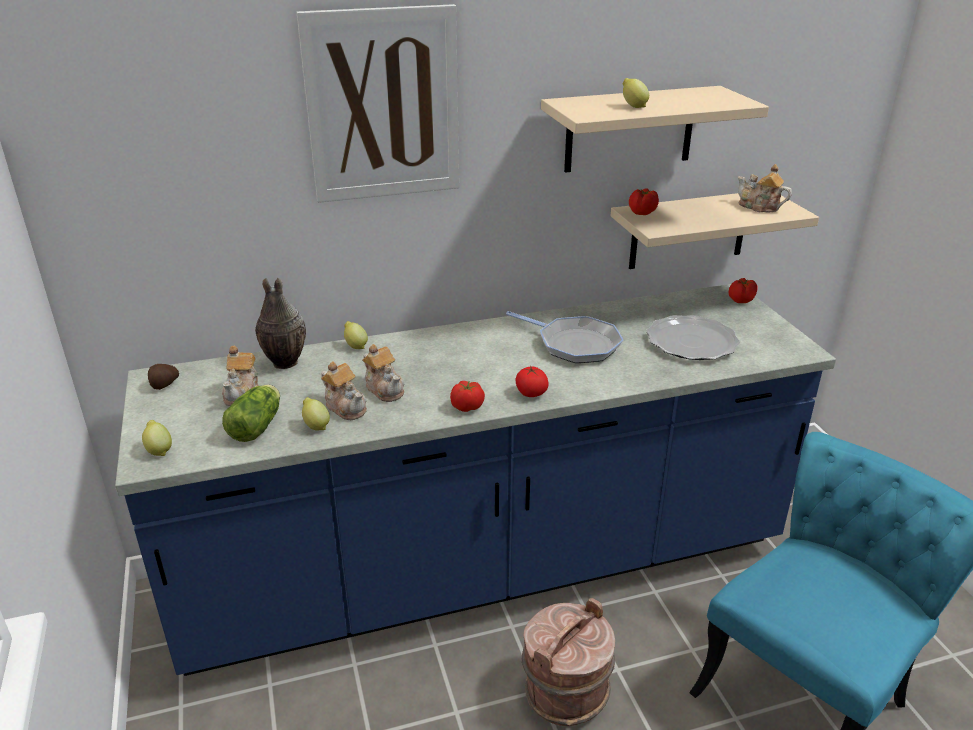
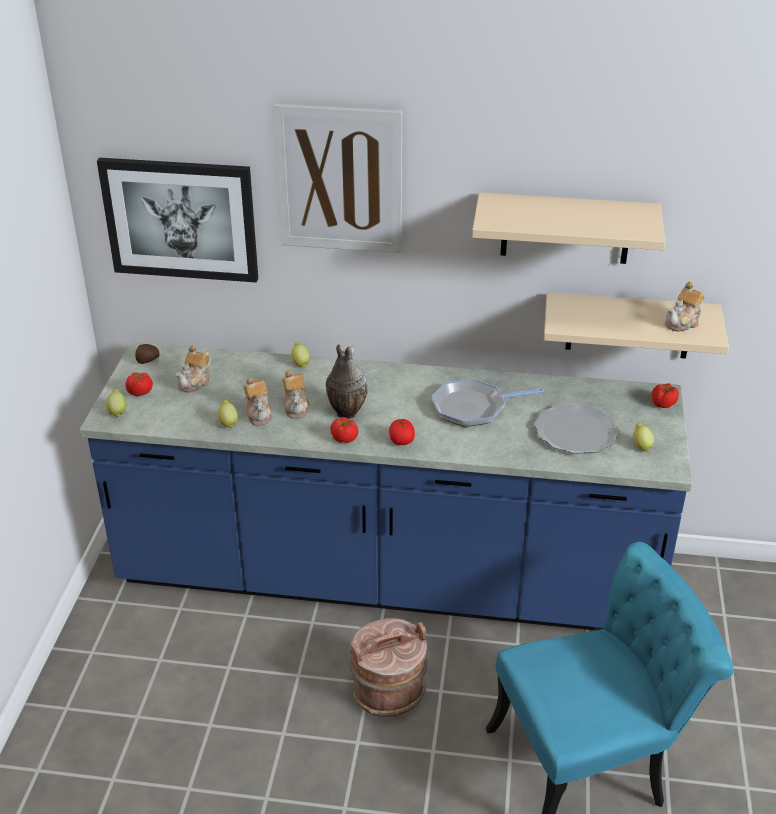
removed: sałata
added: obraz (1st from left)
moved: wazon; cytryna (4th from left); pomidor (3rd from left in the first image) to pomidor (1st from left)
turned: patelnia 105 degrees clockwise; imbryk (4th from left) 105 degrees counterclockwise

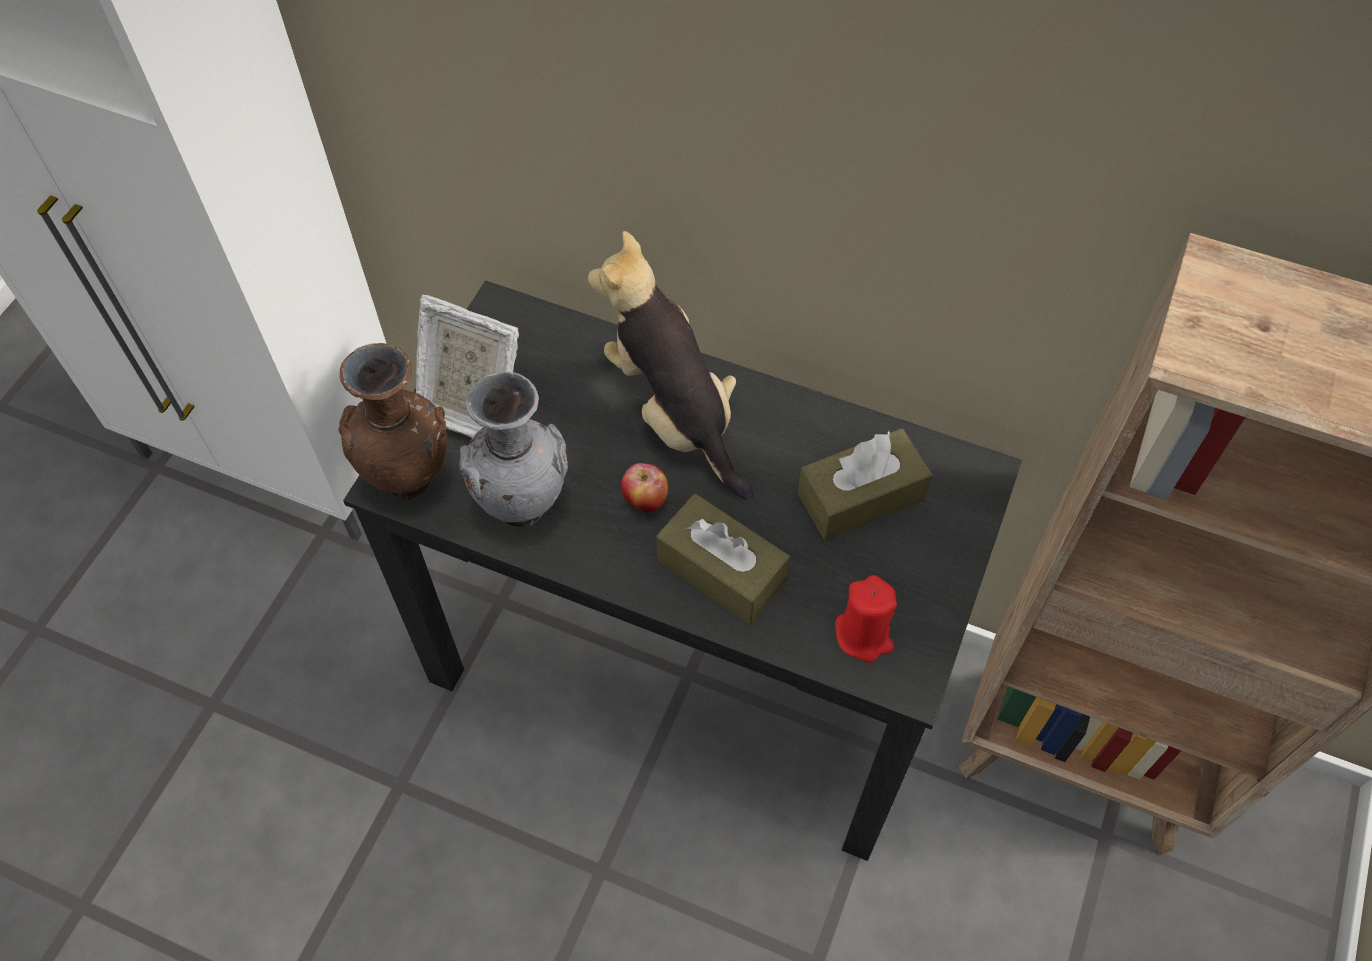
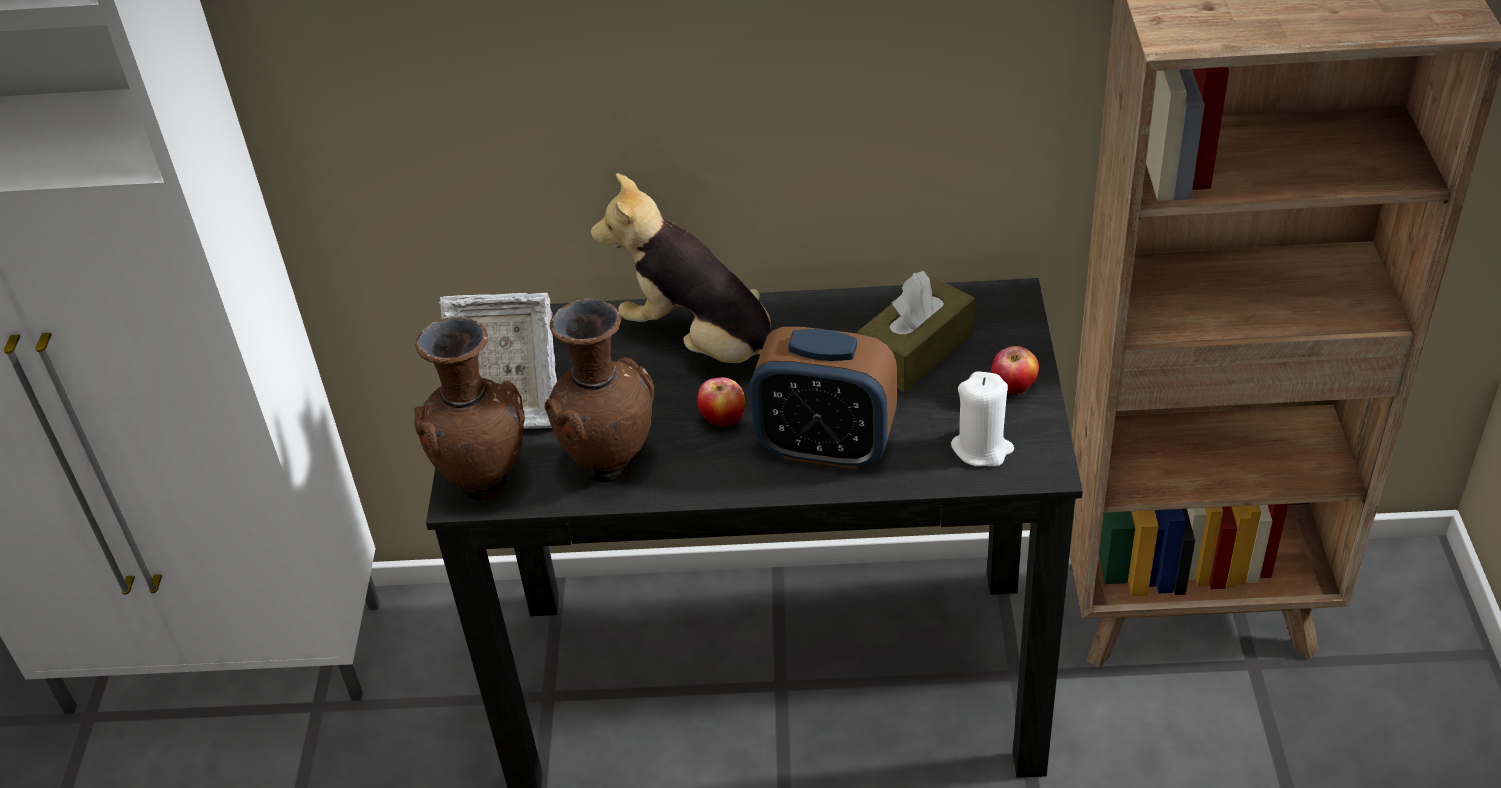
added: jabłko (2nd from left)
replaced: pudełko chusteczek/brązowy (1st from left) to budzik
recoloured: wazon/szary to wazon/brązowy (2nd from left); świeca/czerwony to świeca/biały

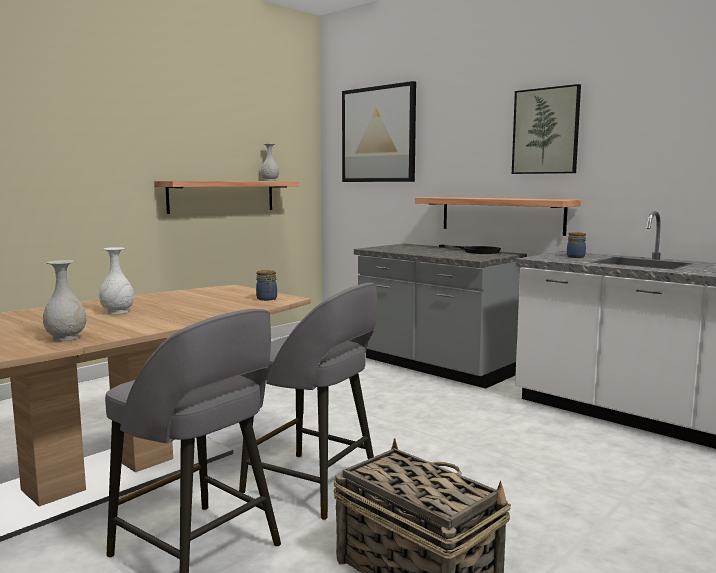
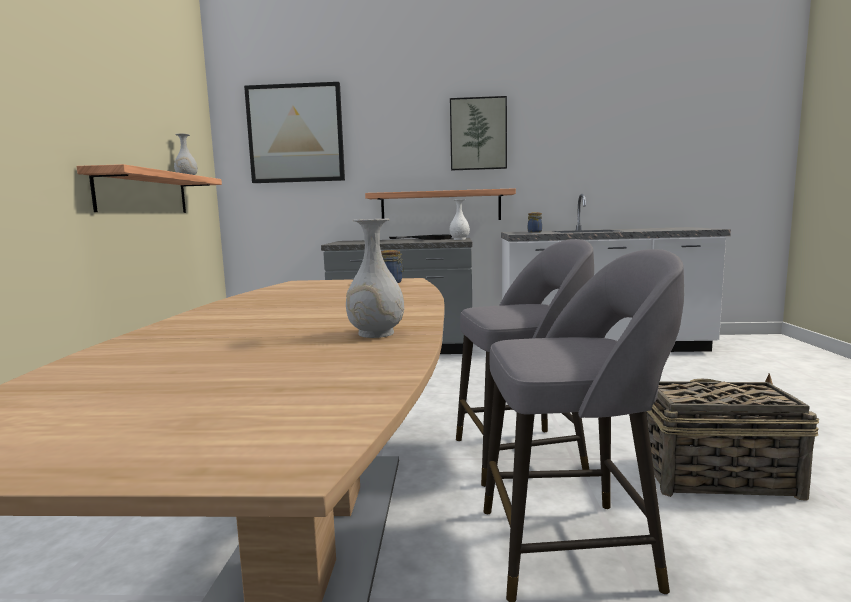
moved: wazon/biały (2nd from left in the first image) to wazon/biały (3rd from left)

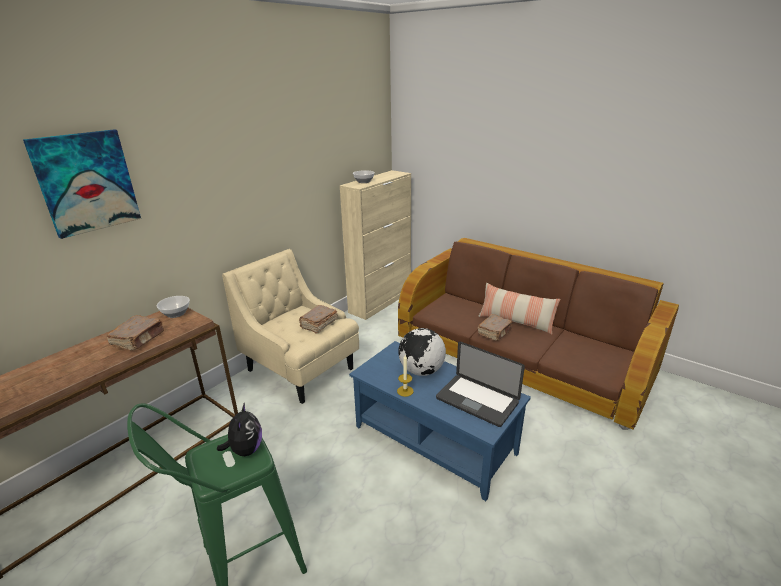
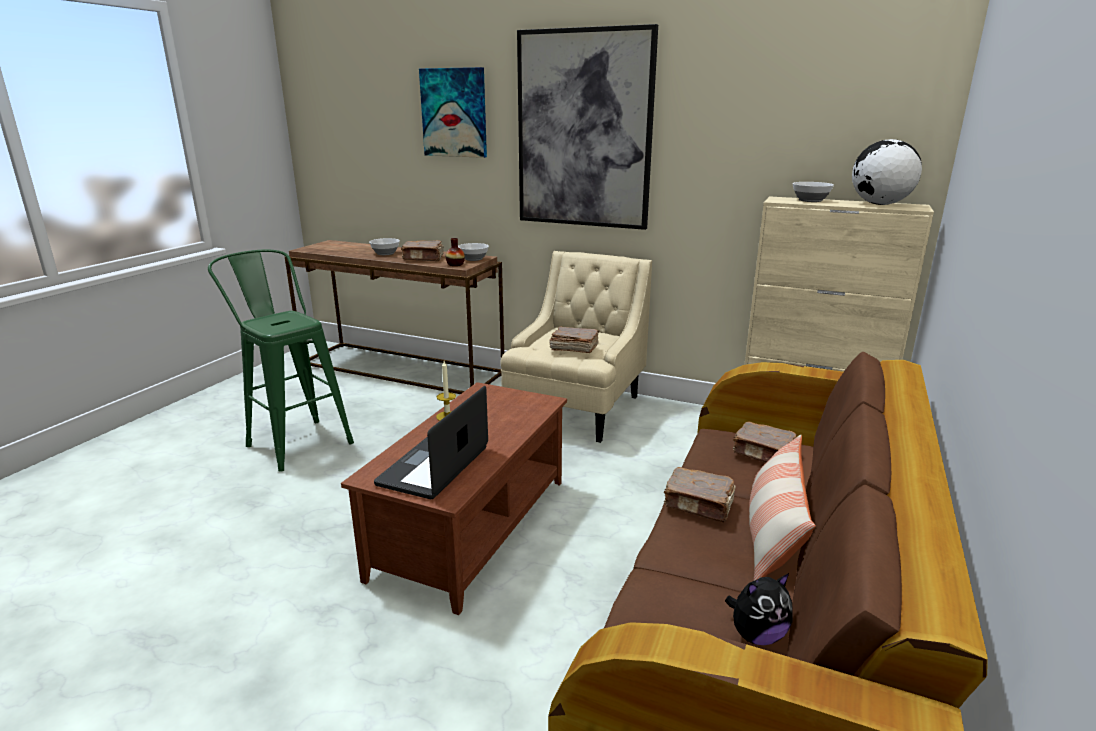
added: miska (1st from left); wazon; obraz (2nd from left); książka/brązowy (4th from left)
moved: pluszak; globus
recoloured: ława/niebieski to ława/brązowy

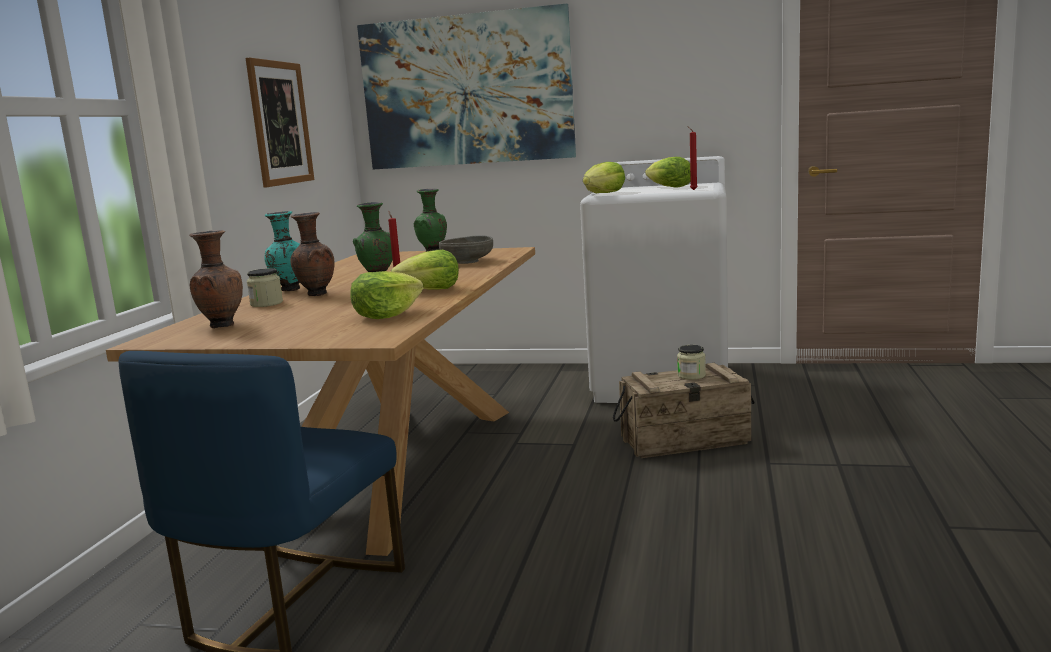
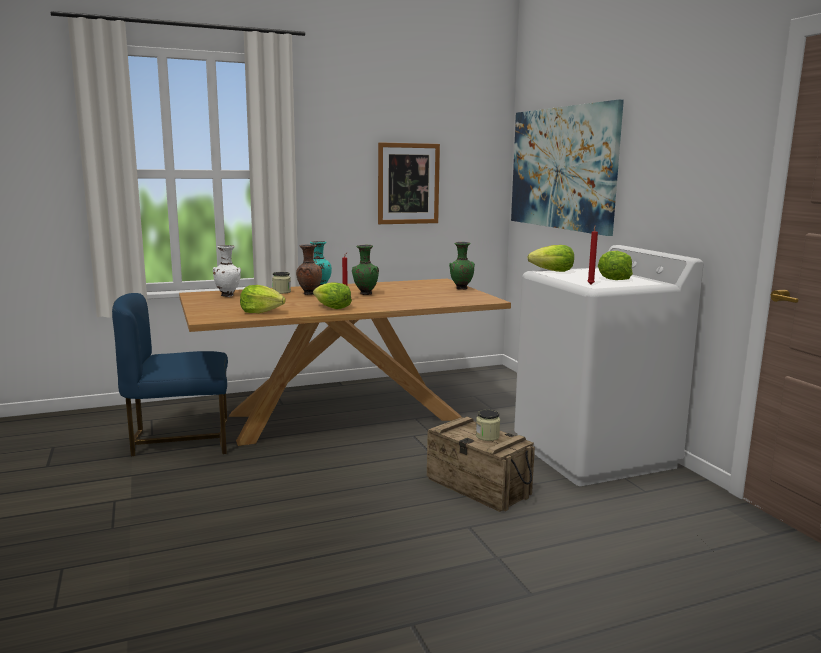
removed: miska/szary
recoloured: wazon/brązowy (1st from left) to wazon/biały

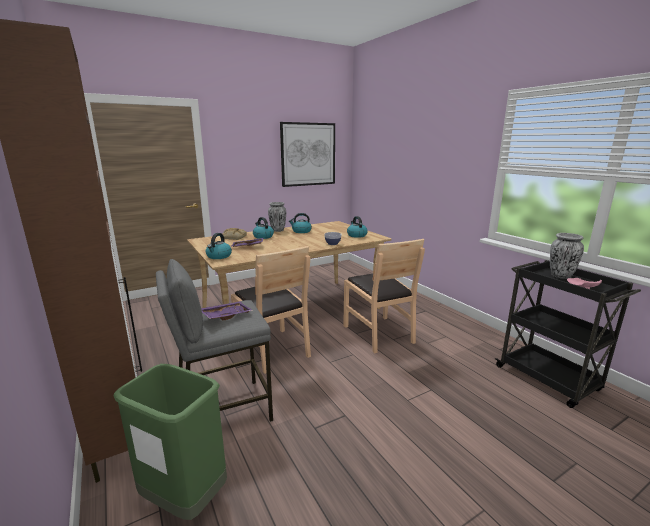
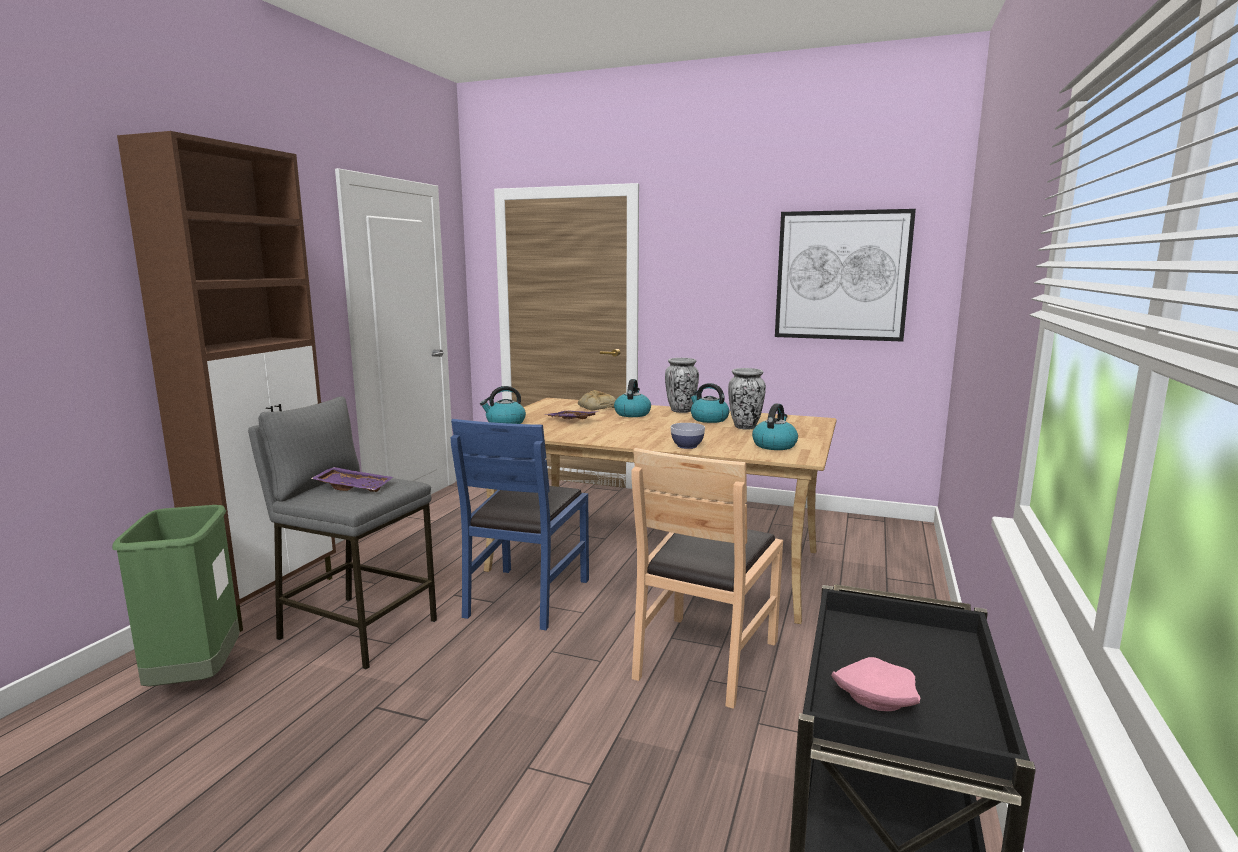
moved: wazon (2nd from left)
recoloured: krzesło/brązowy (1st from left) to krzesło/niebieski

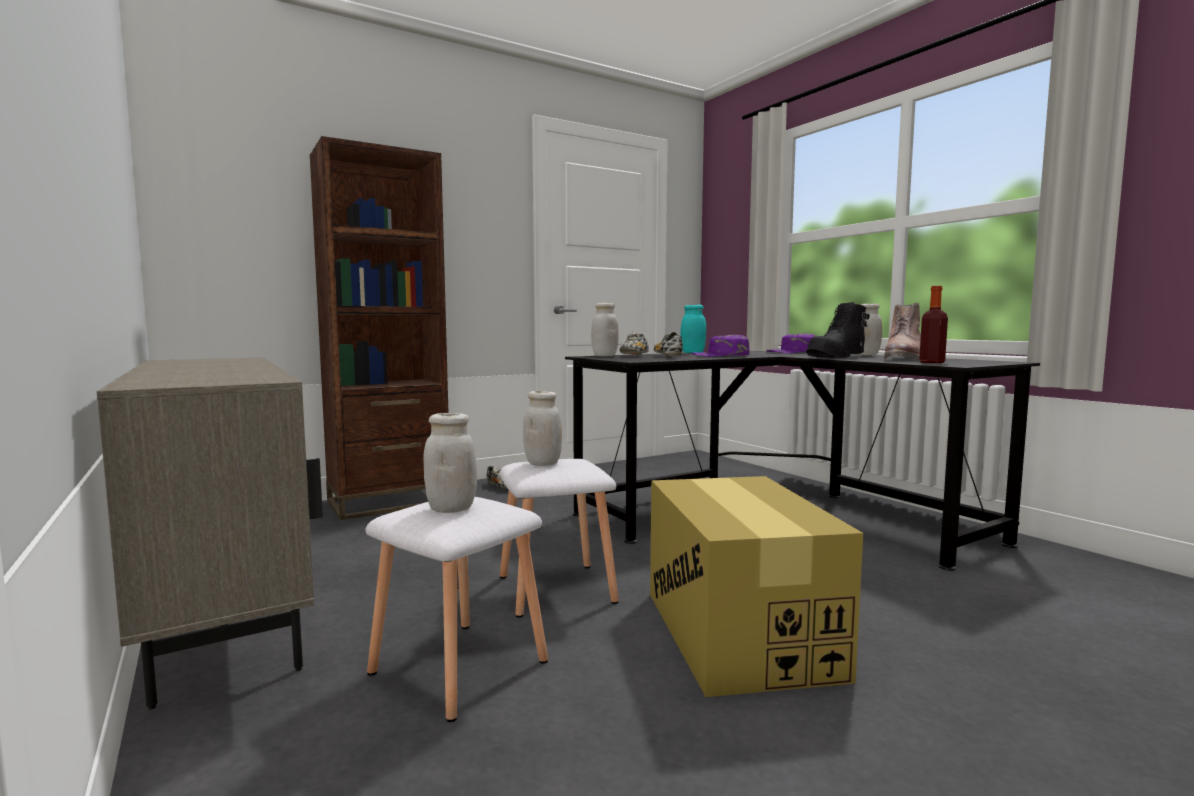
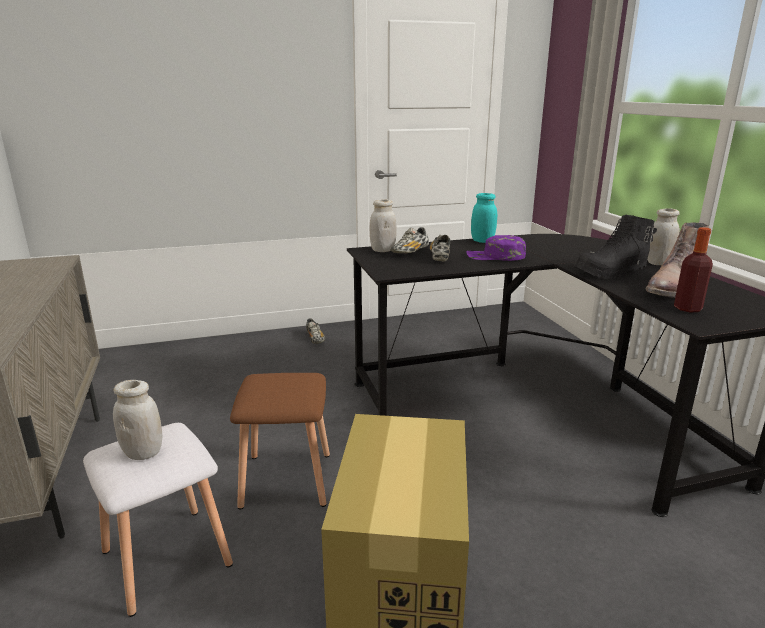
removed: regał/brązowy; słoik/biały (2nd from left); czapka z daszkiem/fioletowy (2nd from left)
recoloured: stołek/biały (2nd from left) to stołek/brązowy

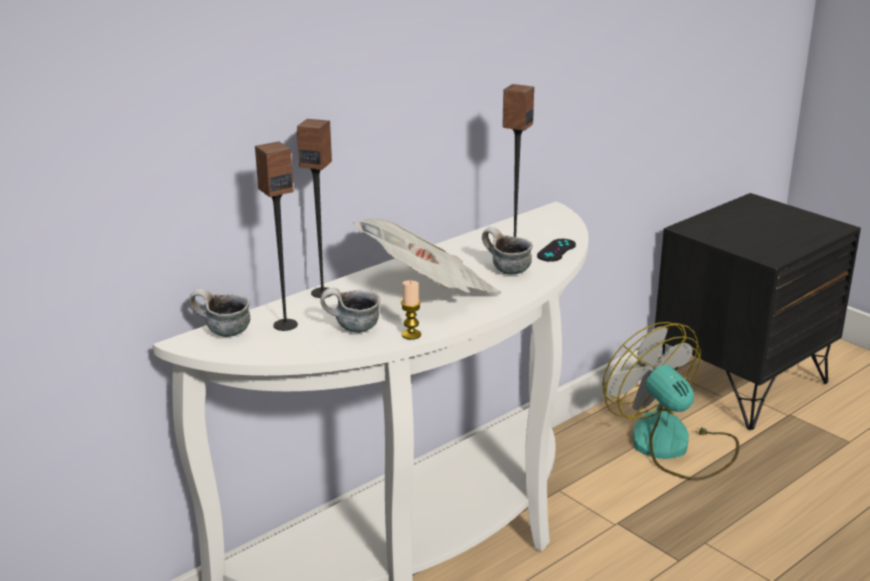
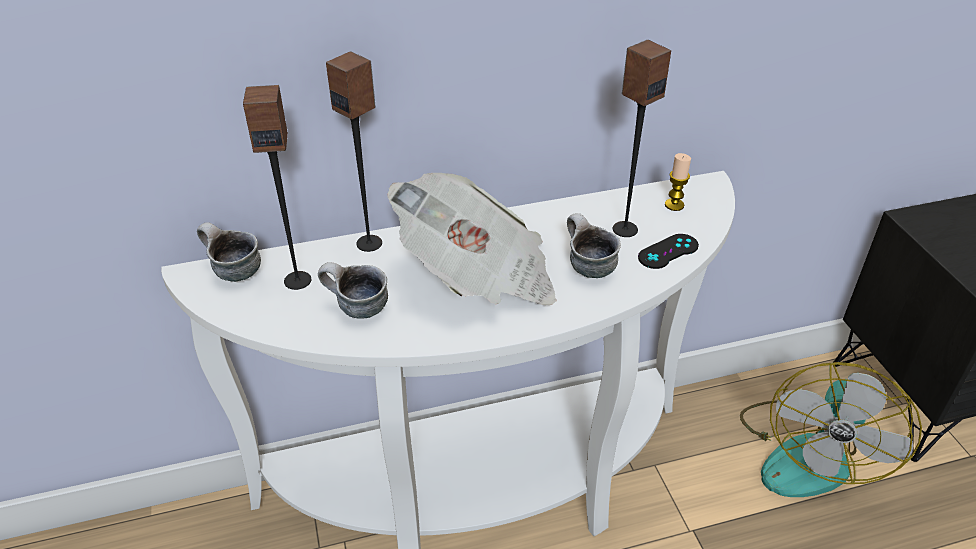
moved: świeca
turned: wentylator 150 degrees counterclockwise

